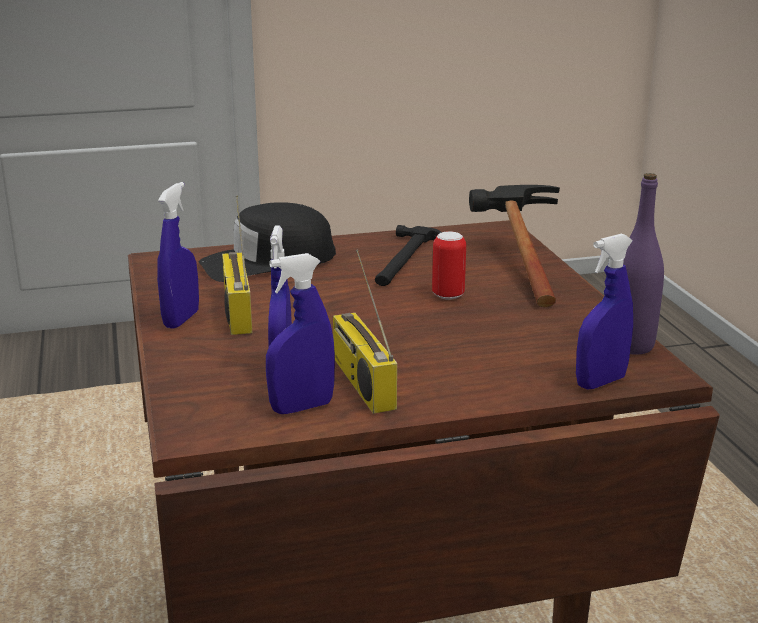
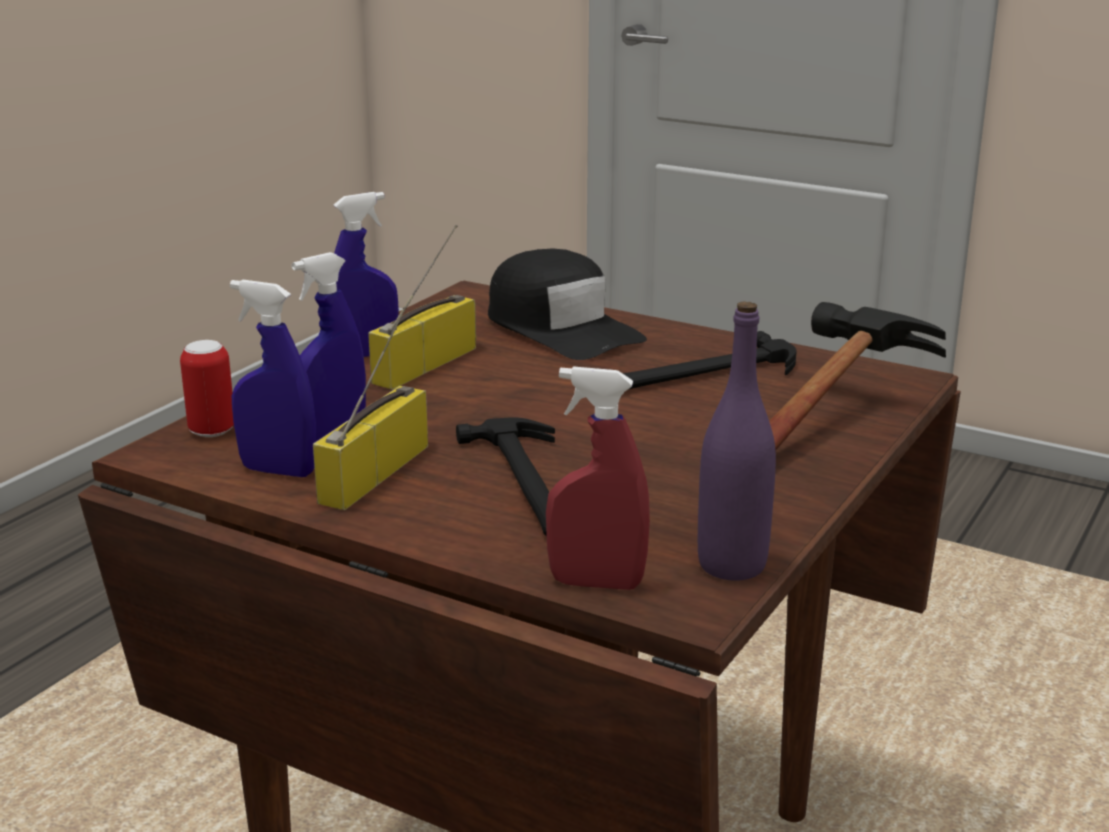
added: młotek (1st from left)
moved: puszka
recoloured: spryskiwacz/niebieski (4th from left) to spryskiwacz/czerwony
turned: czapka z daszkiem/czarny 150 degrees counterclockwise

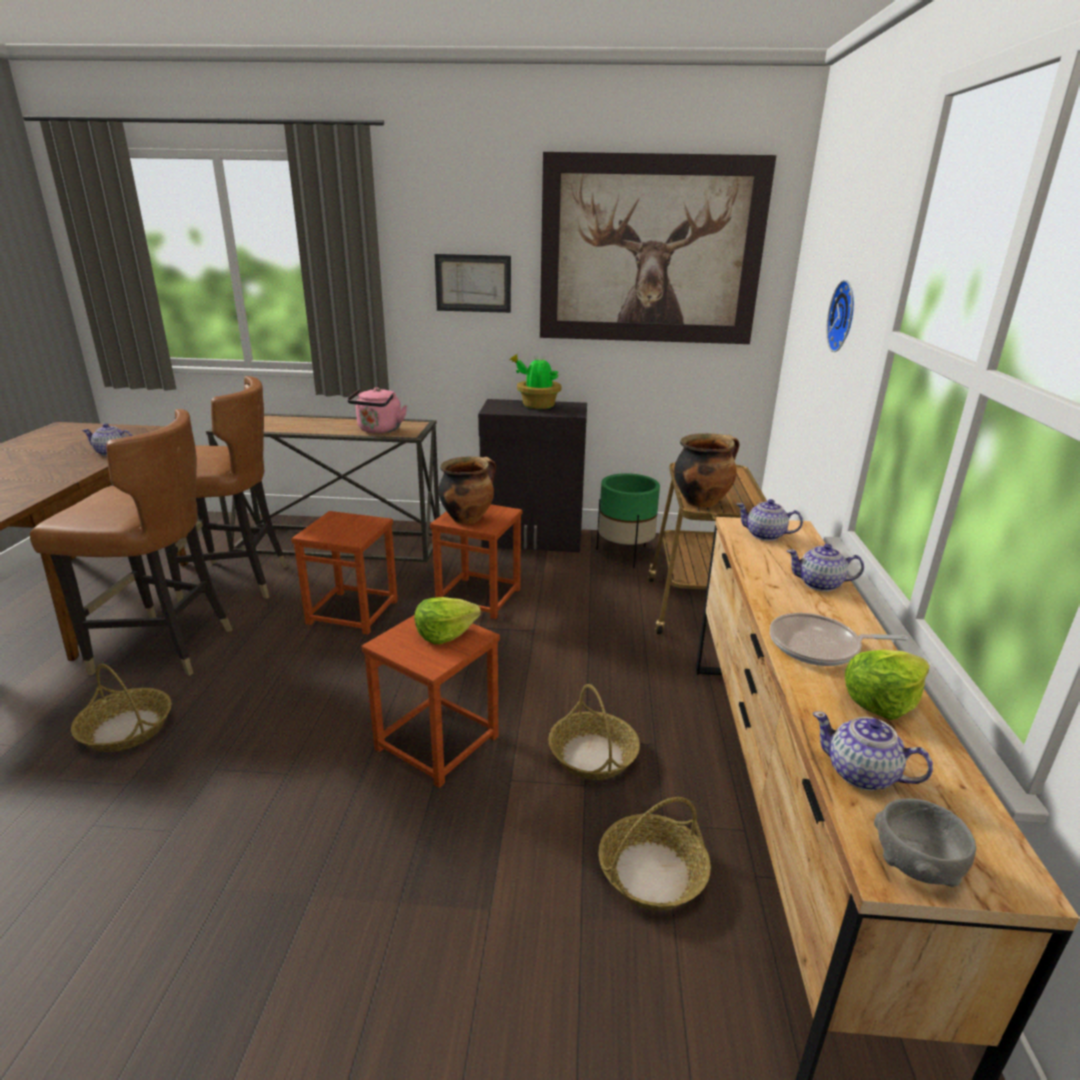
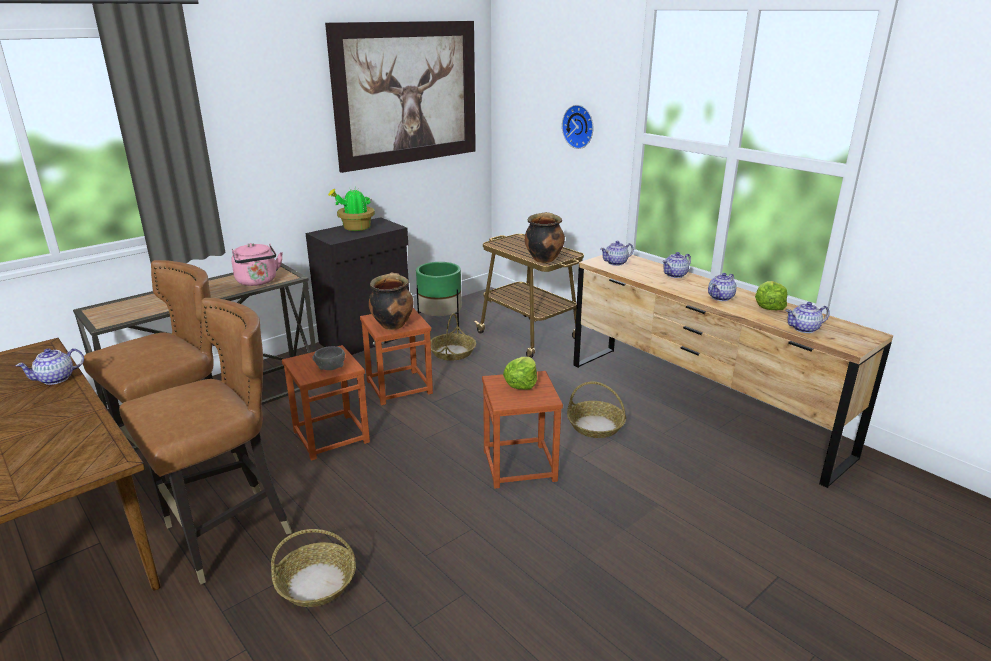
removed: obraz (1st from left)
moved: koszyk (3rd from left in the first image) to koszyk (2nd from left); miska/szary
replaced: patelnia to imbryk (4th from left)

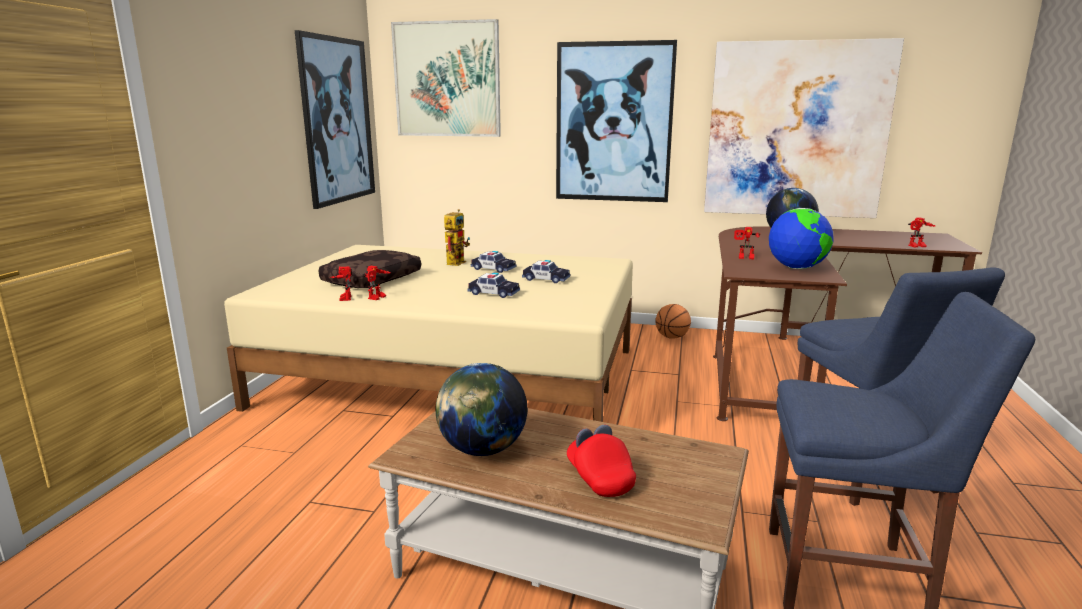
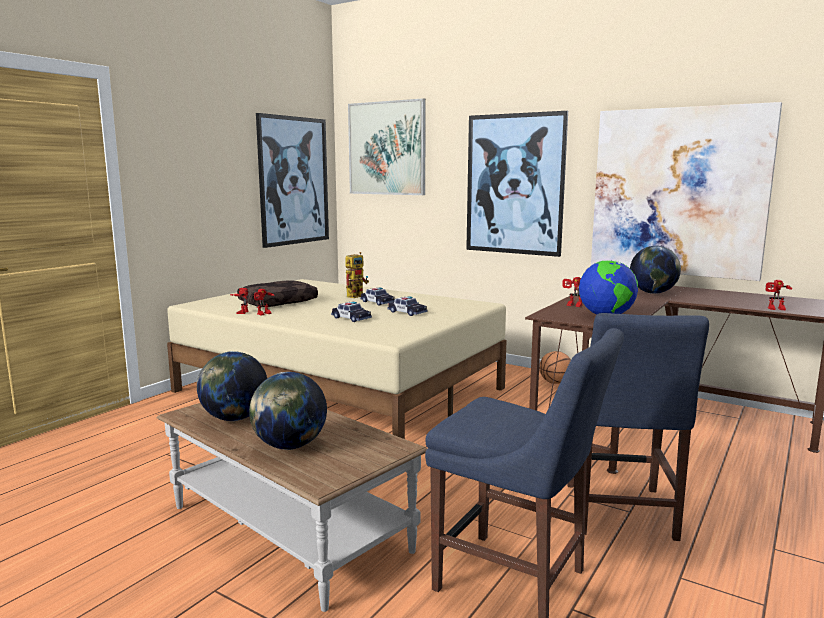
replaced: czapka z daszkiem/czerwony to globus (2nd from left)

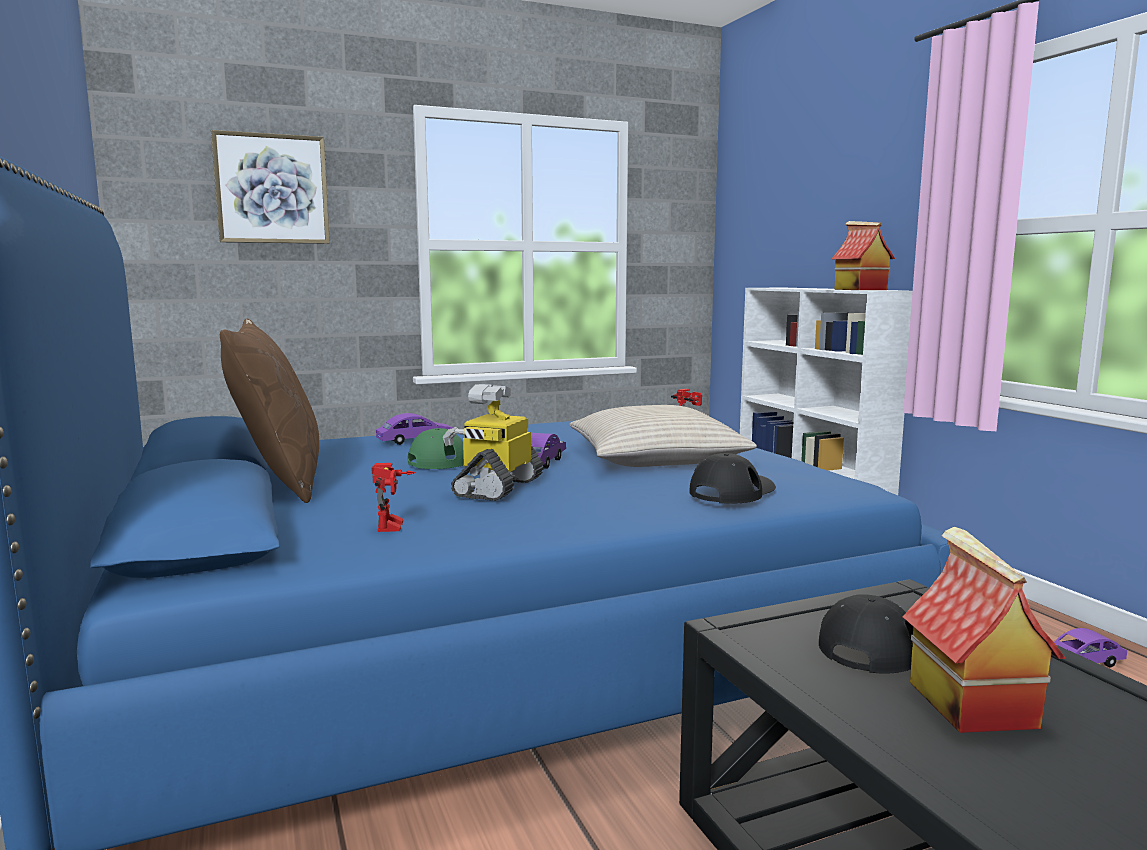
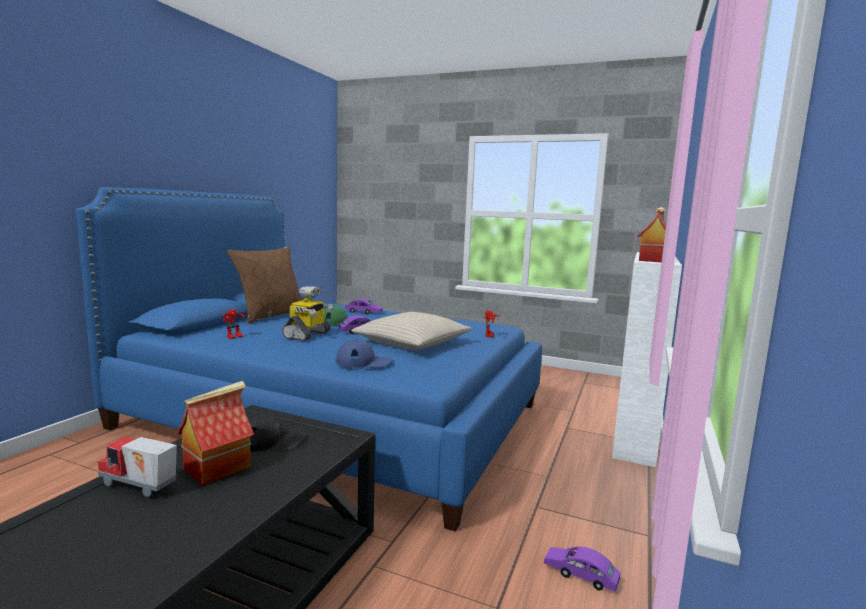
removed: obraz
added: ciężarówka zabawkowa
recoloured: czapka z daszkiem/czarny (1st from left) to czapka z daszkiem/niebieski
turned: robot zabawkowy (2nd from left) 135 degrees clockwise

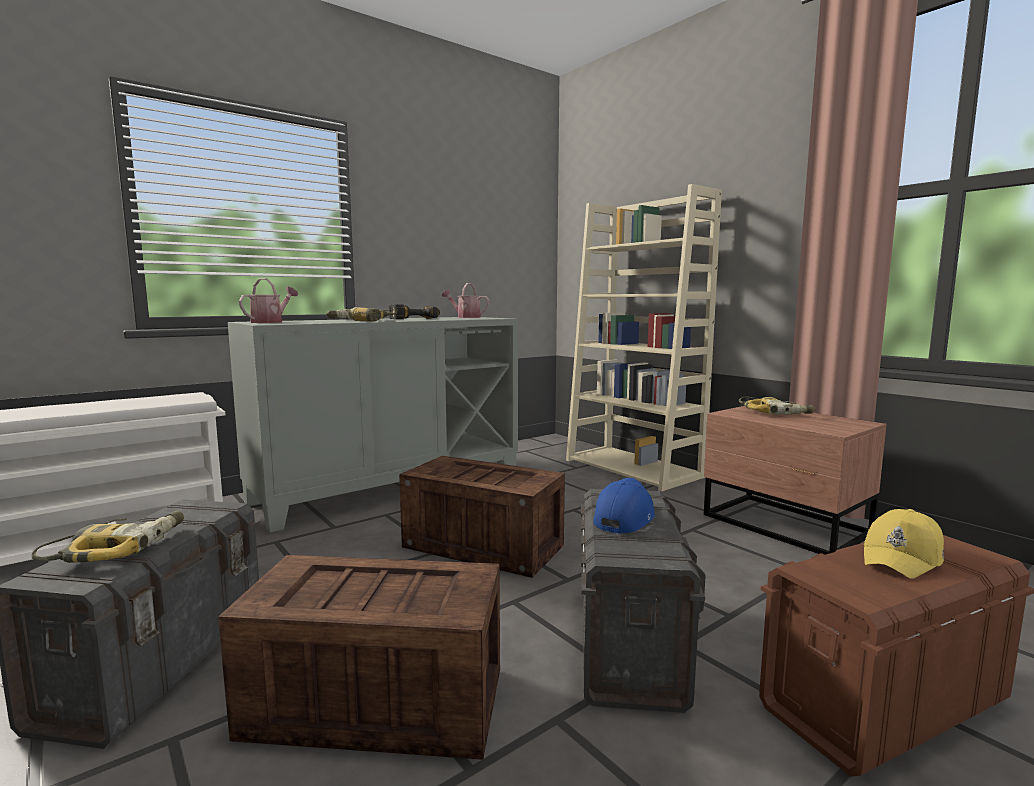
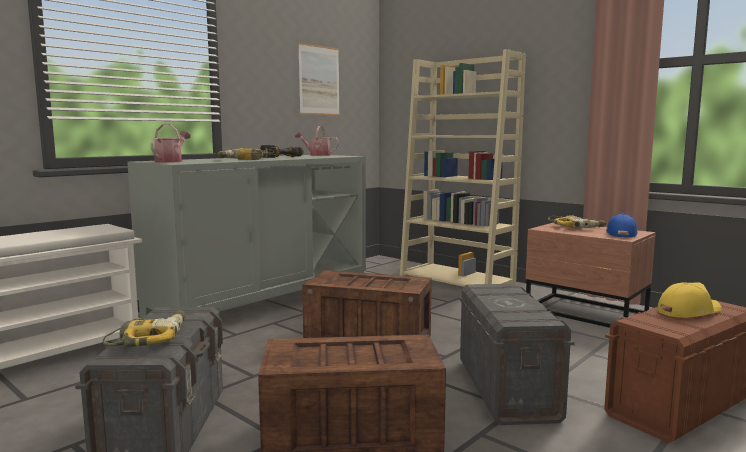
added: obraz
moved: czapka z daszkiem/niebieski
turned: czapka z daszkiem/żółty 150 degrees counterclockwise

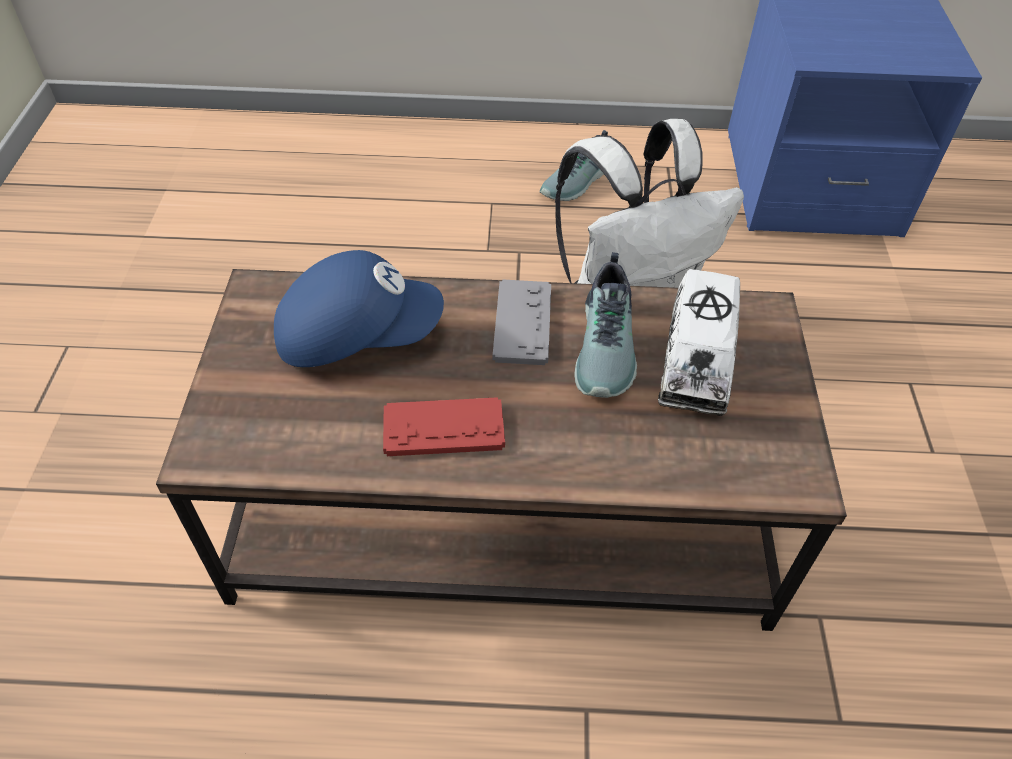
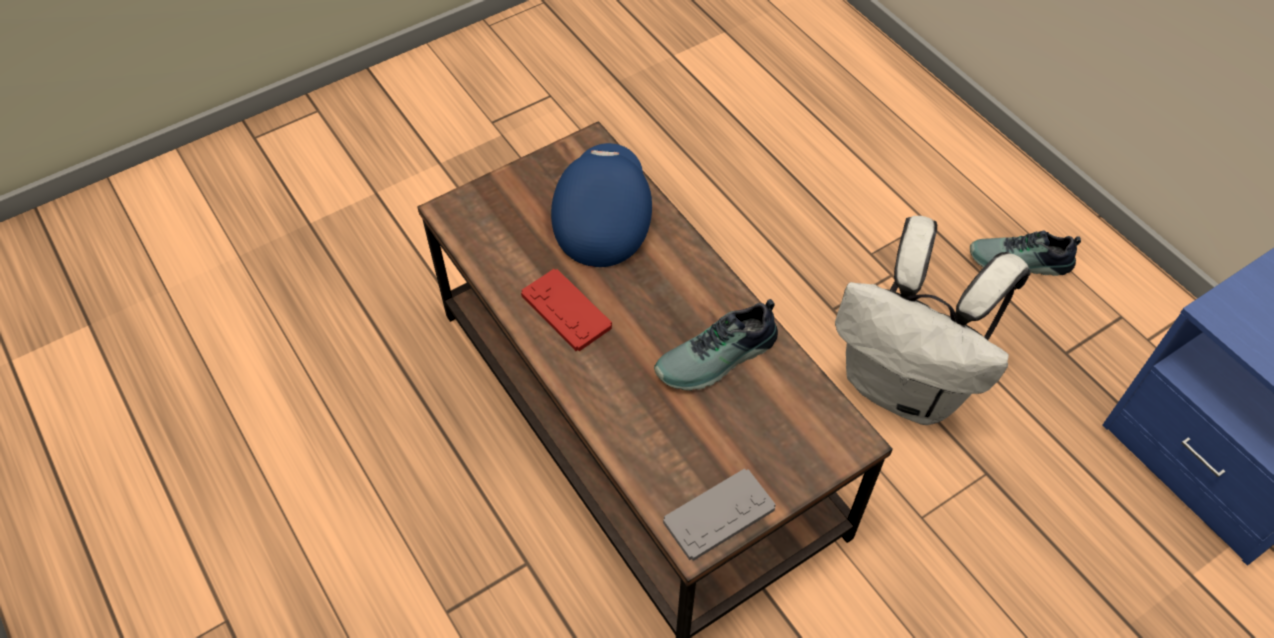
removed: ciężarówka zabawkowa
moved: pad do gier/szary
turned: czapka z daszkiem/niebieski 135 degrees counterclockwise

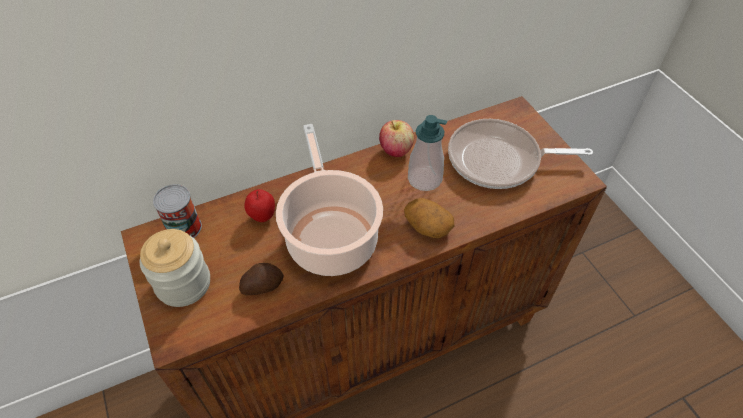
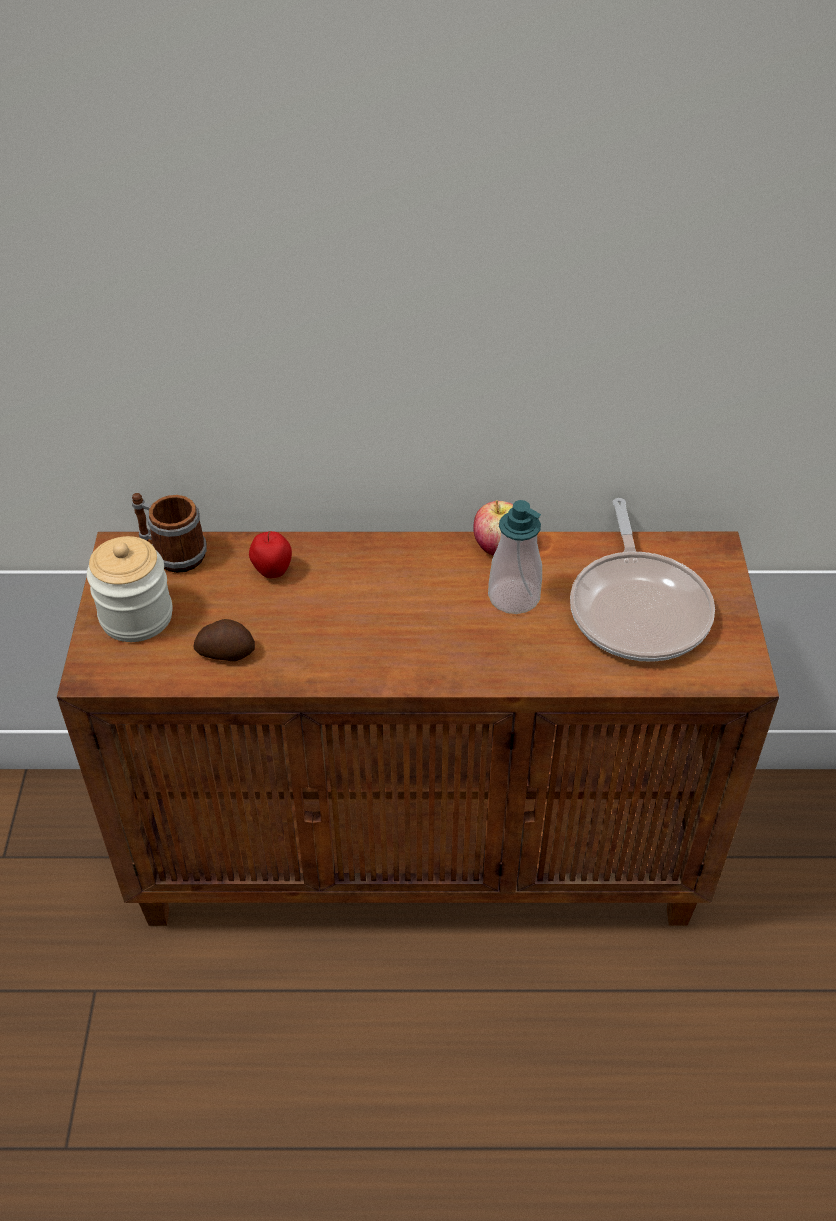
removed: garnek; ziemniak (2nd from left)
replaced: puszka to kubek
turned: patelnia 120 degrees counterclockwise

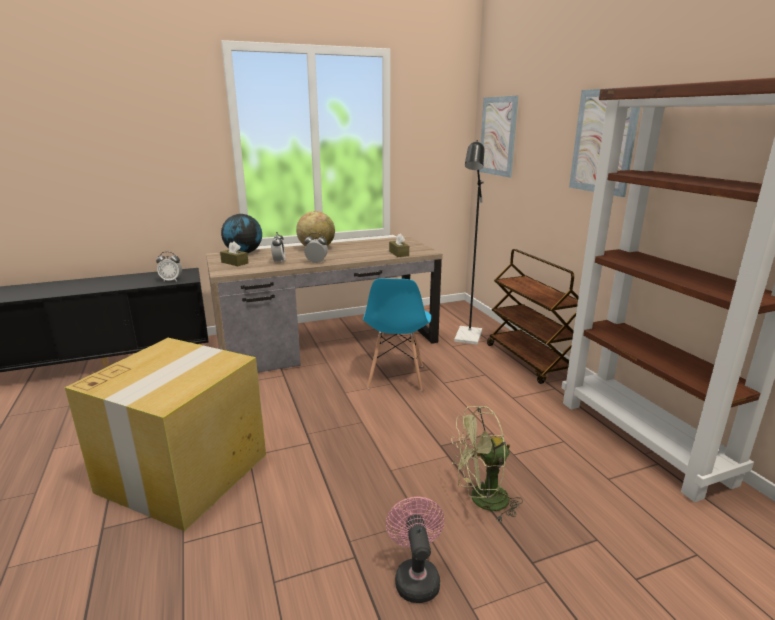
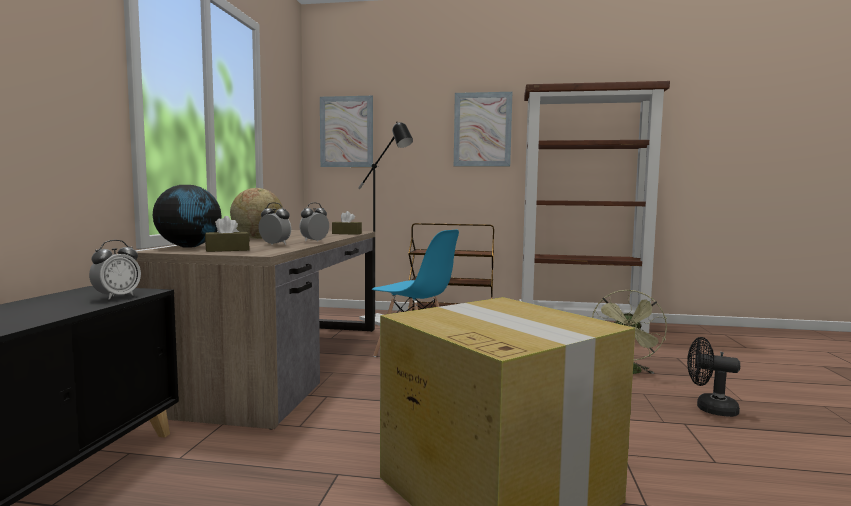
recoloured: wentylator/różowy to wentylator/czarny

